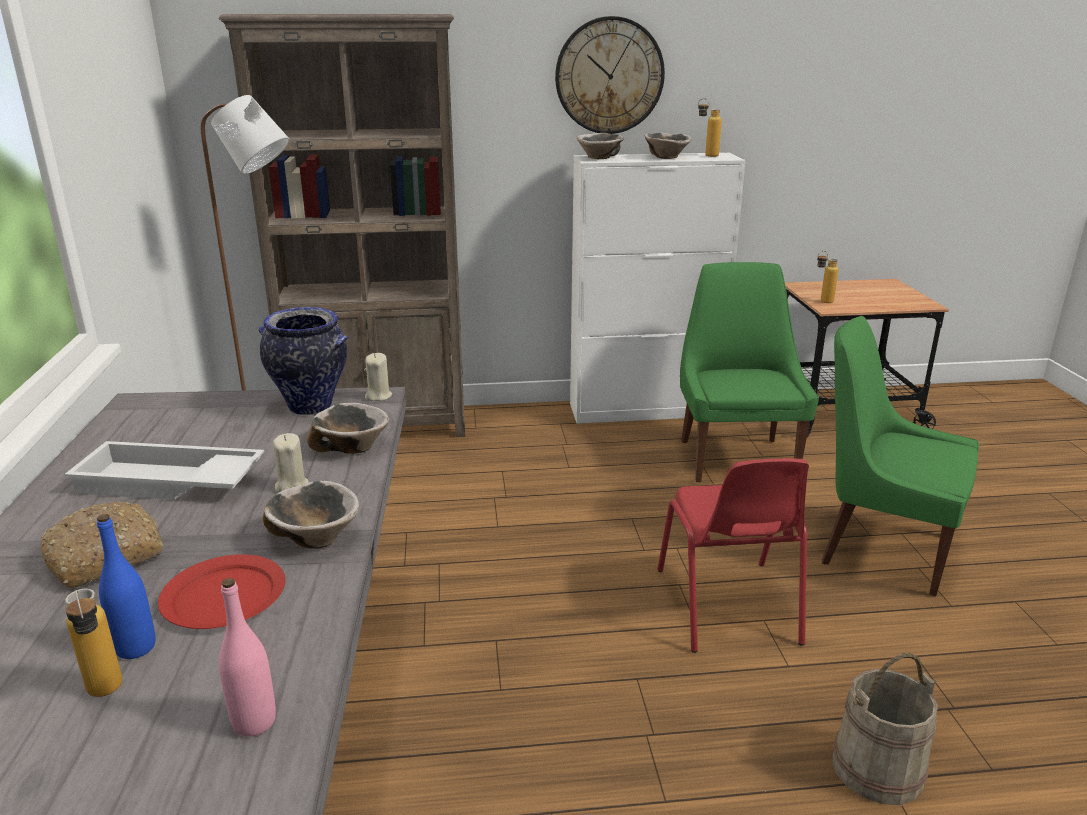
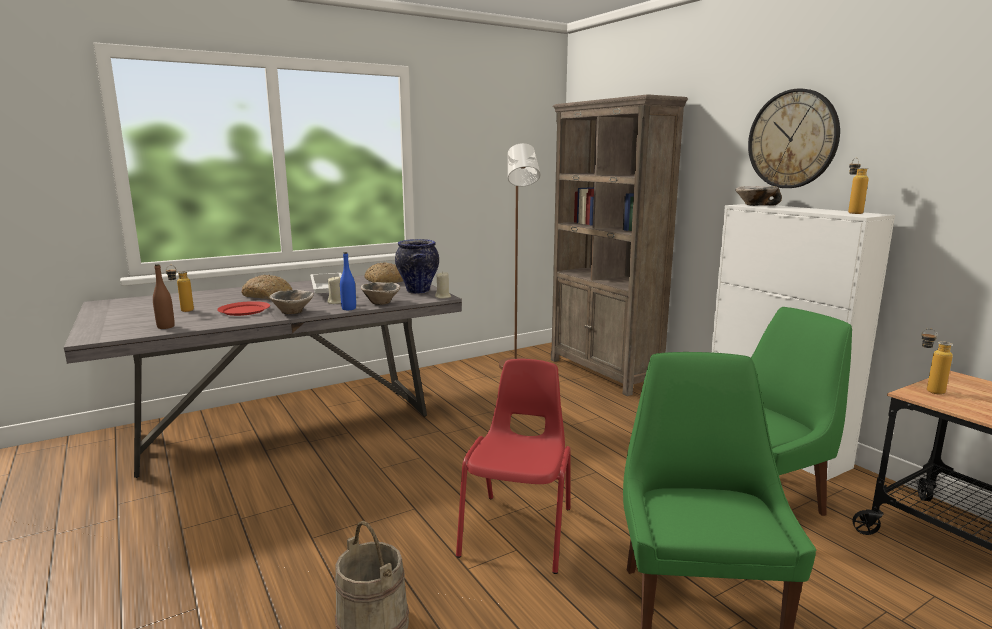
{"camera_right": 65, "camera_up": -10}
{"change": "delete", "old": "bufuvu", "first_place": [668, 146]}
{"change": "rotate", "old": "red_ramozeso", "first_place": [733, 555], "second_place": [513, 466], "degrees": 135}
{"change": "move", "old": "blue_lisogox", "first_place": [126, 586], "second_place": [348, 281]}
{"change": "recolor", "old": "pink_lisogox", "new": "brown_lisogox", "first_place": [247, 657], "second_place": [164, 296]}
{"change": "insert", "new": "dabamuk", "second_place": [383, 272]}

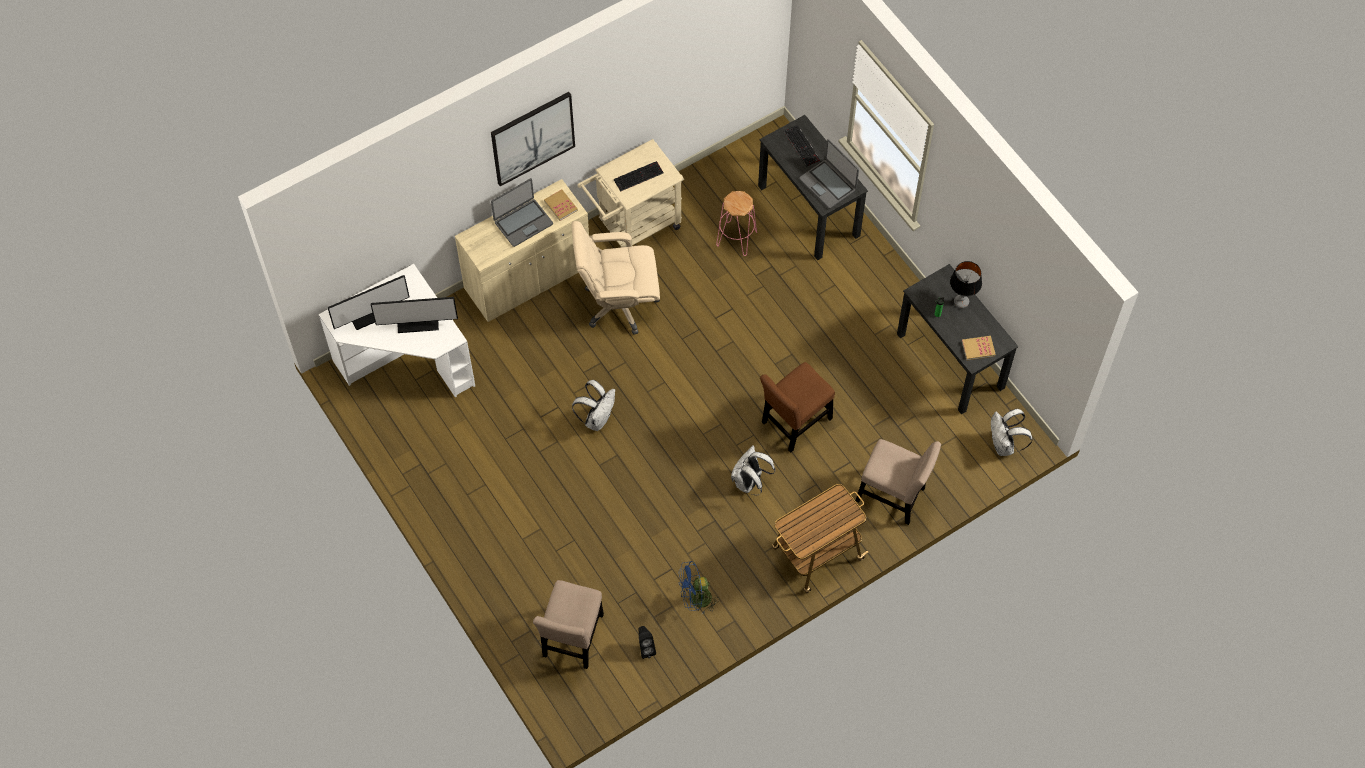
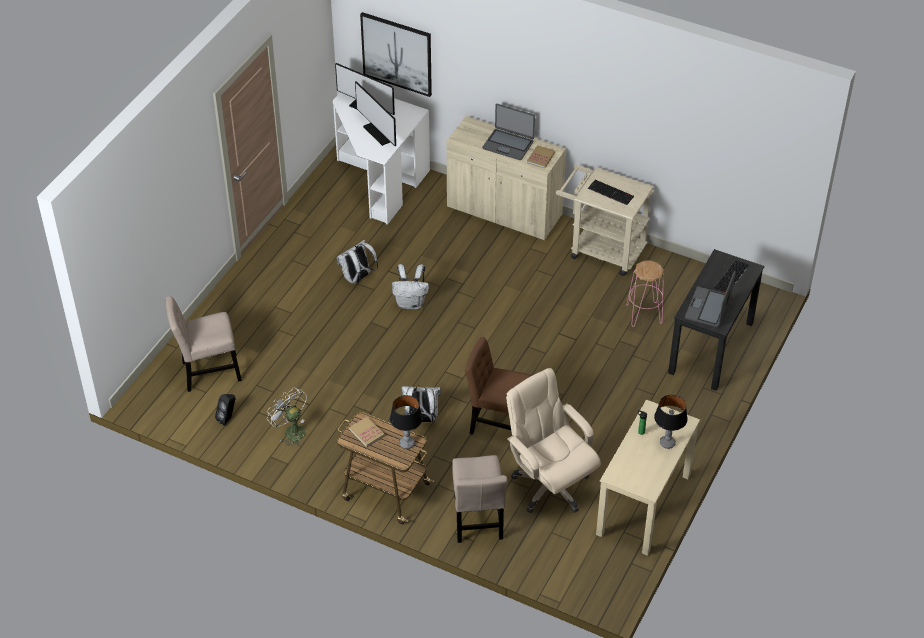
{"camera_right": 60, "camera_up": -15}
{"change": "move", "old": "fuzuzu", "first_place": [533, 139], "second_place": [396, 54]}
{"change": "move", "old": "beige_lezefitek", "first_place": [616, 278], "second_place": [553, 440]}
{"change": "recolor", "old": "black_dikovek", "new": "beige_dikovek", "first_place": [957, 339], "second_place": [648, 478]}
{"change": "move", "old": "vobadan", "first_place": [979, 348], "second_place": [367, 432]}
{"change": "move", "old": "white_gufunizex", "first_place": [1012, 432], "second_place": [357, 262]}
{"change": "recolor", "old": "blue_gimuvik", "new": "white_gimuvik", "first_place": [698, 588], "second_place": [287, 416]}
{"change": "insert", "new": "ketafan", "second_place": [406, 422]}

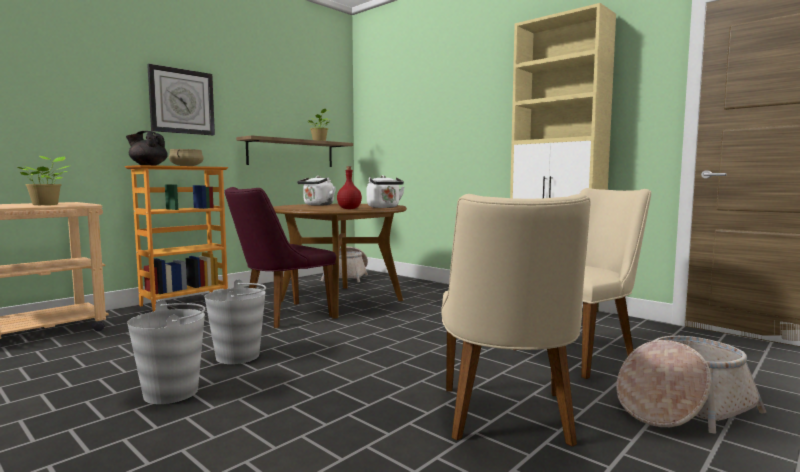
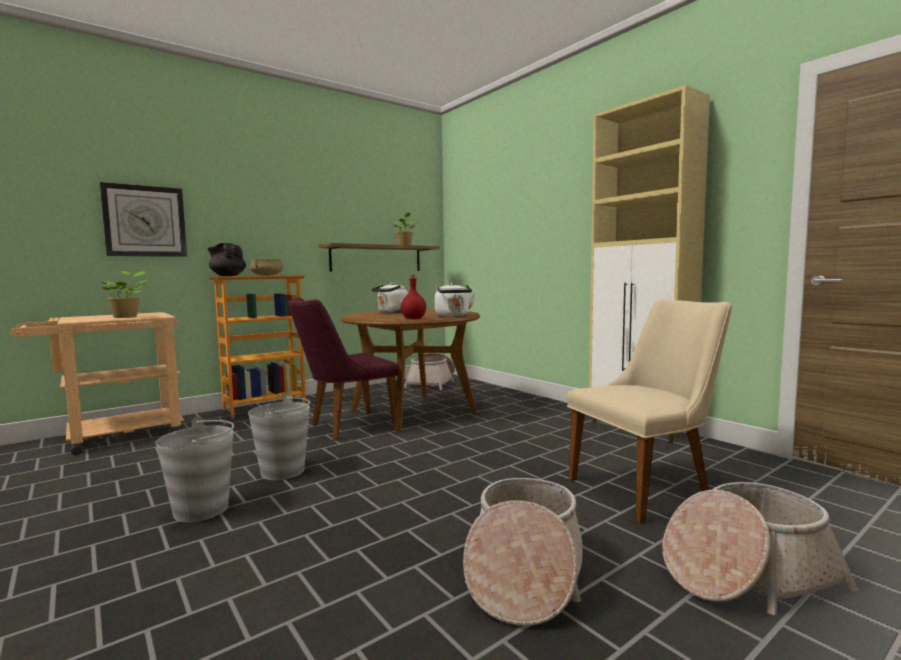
{"camera_right": 10, "camera_up": 0}
{"change": "move", "old": "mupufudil", "first_place": [181, 99], "second_place": [143, 219]}
{"change": "replace", "old": "beige_ramozeso", "new": "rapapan", "first_place": [515, 320], "second_place": [523, 552]}

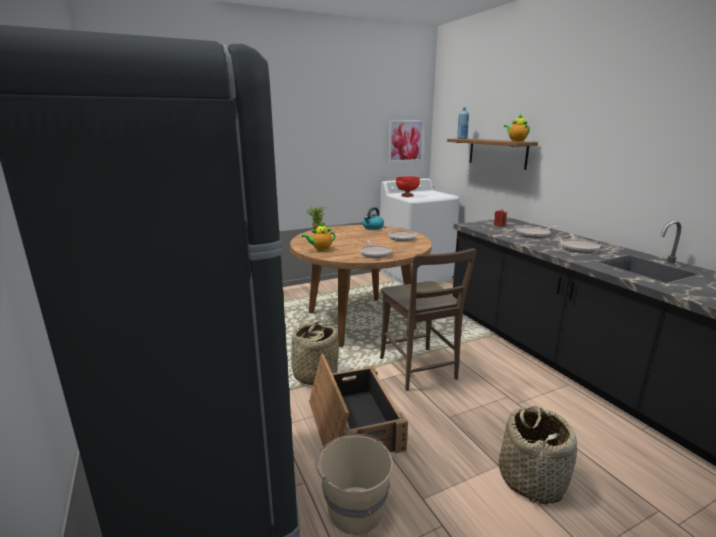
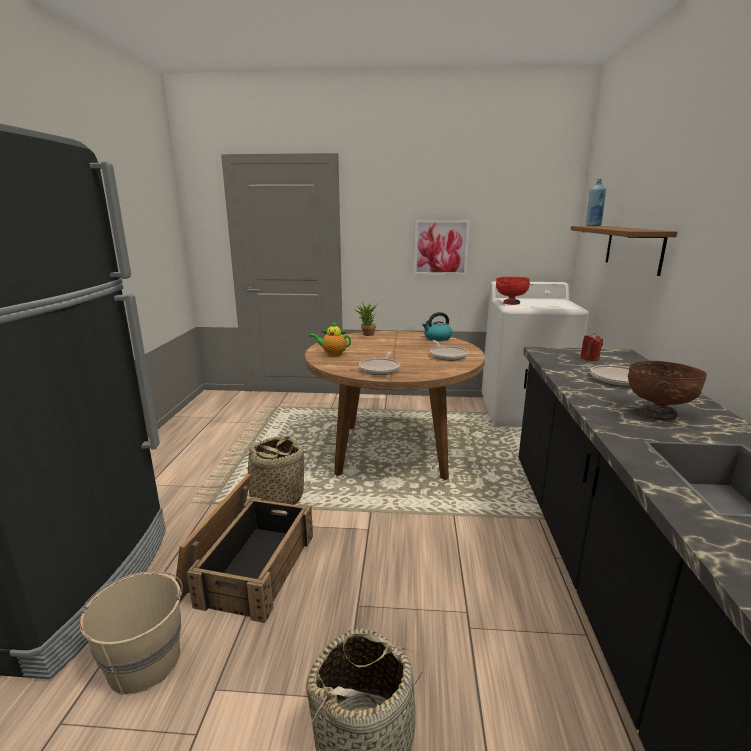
{"camera_right": 30, "camera_up": 0}
{"change": "delete", "old": "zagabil", "first_place": [517, 128]}
{"change": "move", "old": "fuzuzu", "first_place": [406, 141], "second_place": [442, 247]}
{"change": "replace", "old": "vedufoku", "new": "brown_bufuvu", "first_place": [580, 243], "second_place": [667, 391]}
{"change": "delete", "old": "brown_ramozeso", "first_place": [428, 319]}

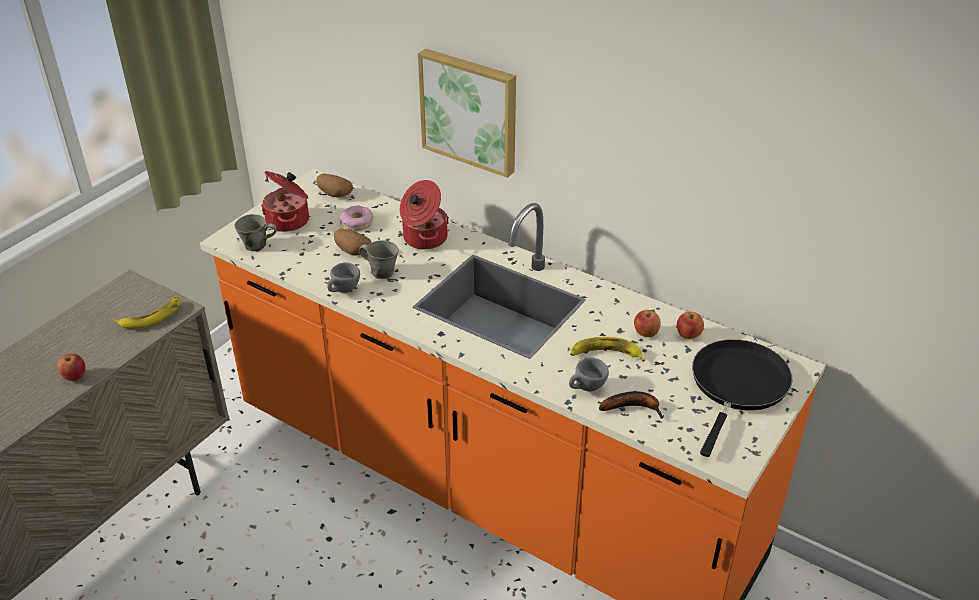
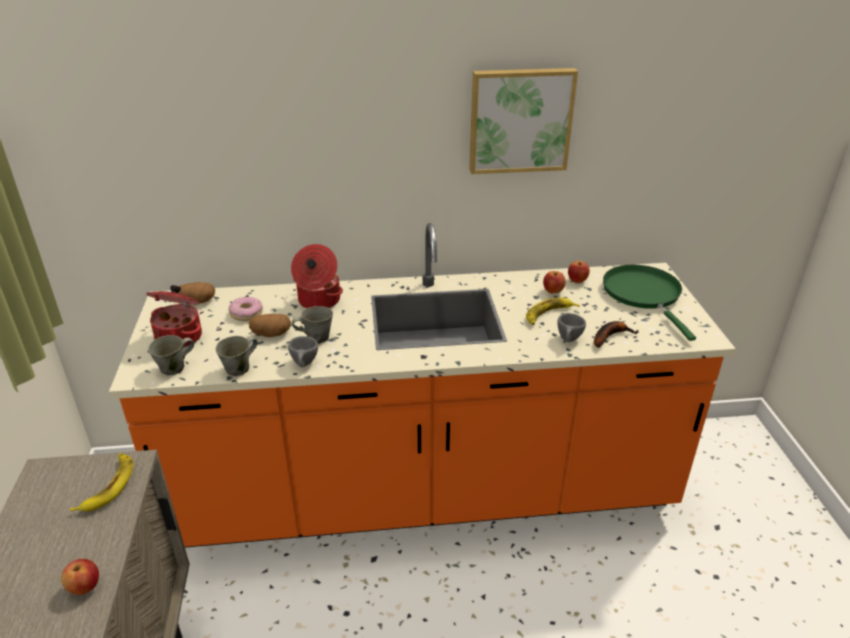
{"camera_right": -40, "camera_up": -5}
{"change": "move", "old": "fuzuzu", "first_place": [467, 113], "second_place": [523, 121]}
{"change": "recolor", "old": "black_vedufoku", "new": "green_vedufoku", "first_place": [742, 398], "second_place": [649, 303]}
{"change": "insert", "new": "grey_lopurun", "second_place": [237, 356]}

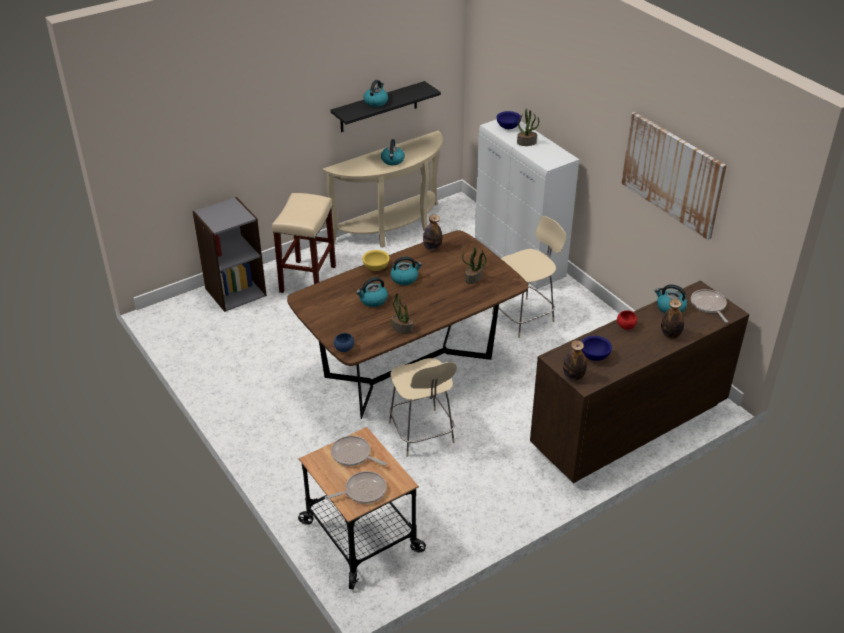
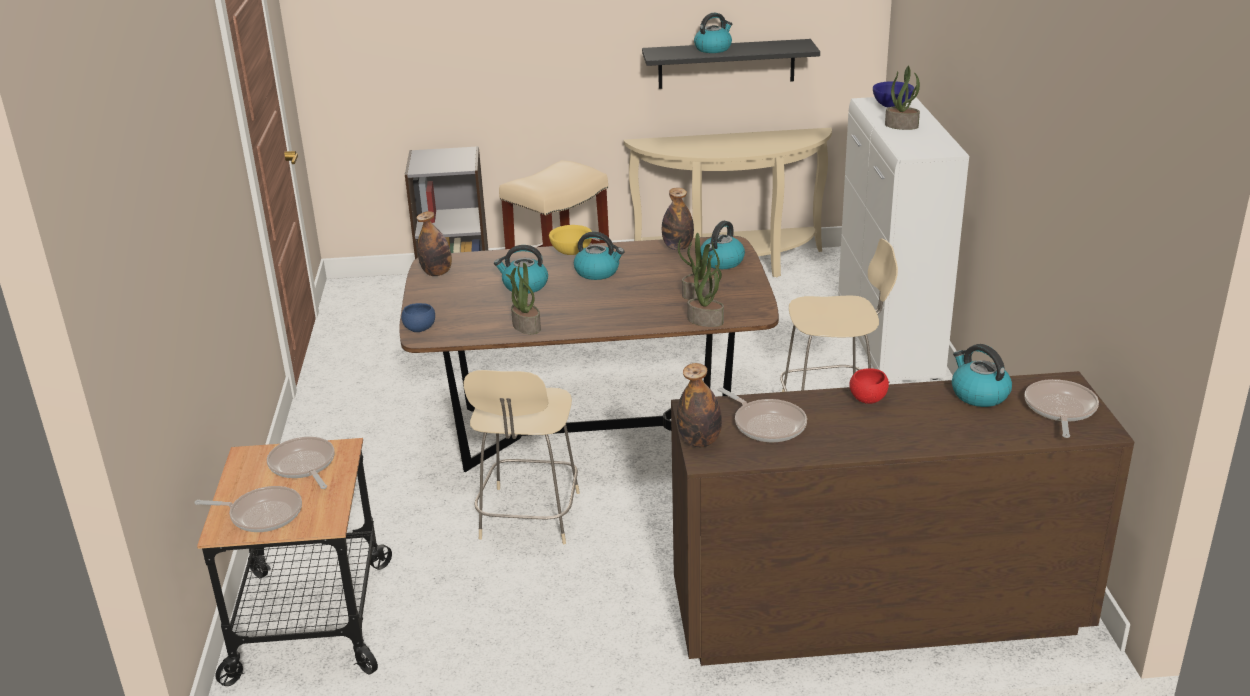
{"camera_right": 30, "camera_up": -10}
{"change": "delete", "old": "fuzuzu", "first_place": [674, 176]}
{"change": "move", "old": "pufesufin", "first_place": [393, 152], "second_place": [722, 245]}
{"change": "move", "old": "lisogox", "first_place": [672, 319], "second_place": [434, 243]}
{"change": "replace", "old": "blue_bufuvu", "new": "vedufoku", "first_place": [597, 348], "second_place": [762, 414]}
{"change": "insert", "new": "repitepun", "second_place": [705, 291]}

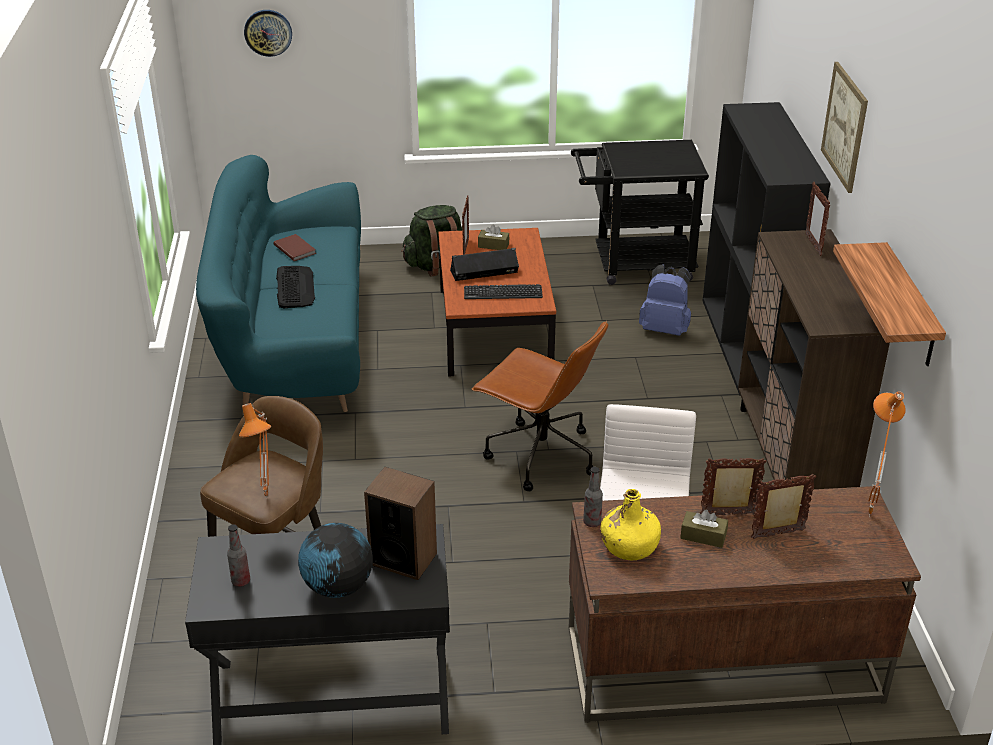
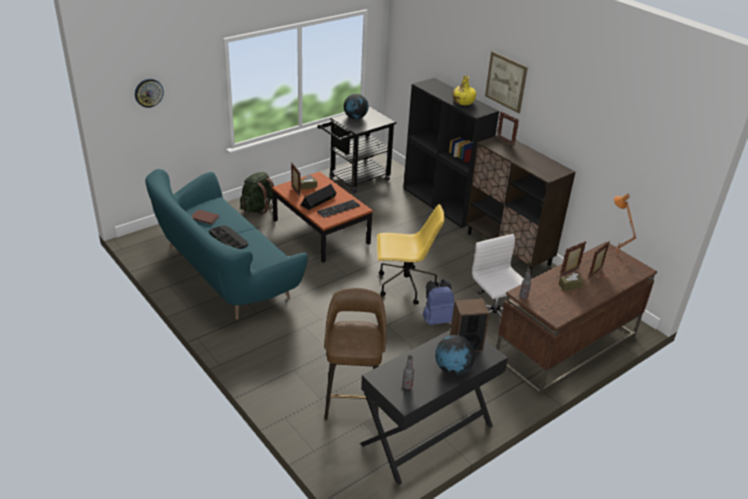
{"camera_right": -35, "camera_up": 0}
{"change": "delete", "old": "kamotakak", "first_place": [889, 304]}
{"change": "move", "old": "blue_gufunizex", "first_place": [665, 300], "second_place": [438, 302]}
{"change": "recolor", "old": "brown_lezefitek", "new": "yellow_lezefitek", "first_place": [540, 406], "second_place": [411, 254]}
{"change": "delete", "old": "orange_ketafan", "first_place": [255, 451]}
{"change": "move", "old": "yellow_lisogox", "first_place": [630, 524], "second_place": [464, 90]}
{"change": "insert", "new": "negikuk", "second_place": [356, 106]}

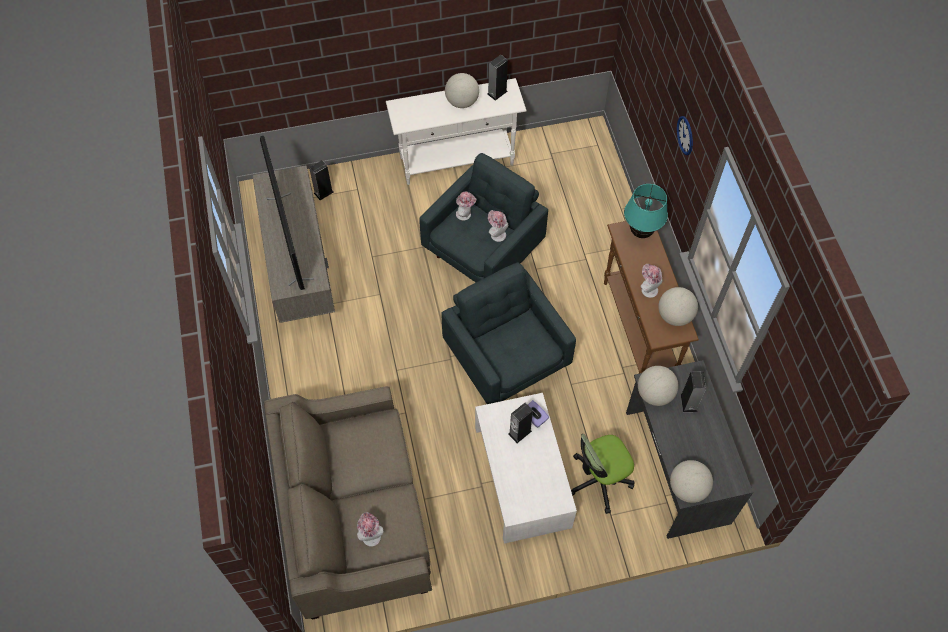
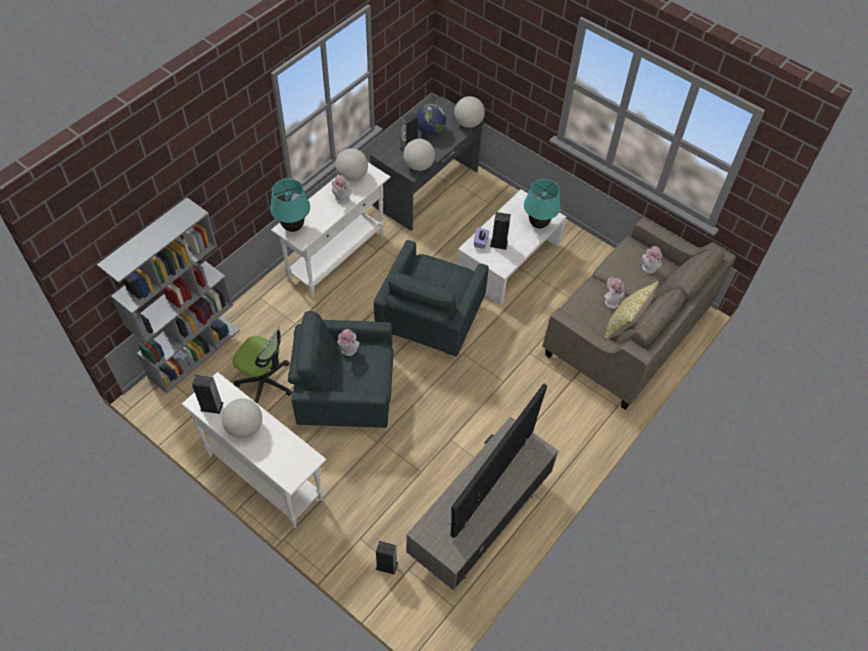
{"camera_right": -130, "camera_up": -5}
{"change": "delete", "old": "mupufudil", "first_place": [685, 135]}
{"change": "move", "old": "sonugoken", "first_place": [466, 206], "second_place": [614, 292]}
{"change": "recolor", "old": "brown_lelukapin", "new": "white_lelukapin", "first_place": [651, 297], "second_place": [331, 229]}
{"change": "move", "old": "lezefitek", "first_place": [602, 474], "second_place": [262, 366]}
{"change": "insert", "new": "negikuk", "second_place": [431, 119]}
{"change": "insert", "new": "turquoise_ketafan", "second_place": [542, 203]}
{"change": "insert", "new": "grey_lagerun", "second_place": [168, 295]}
{"change": "insert", "new": "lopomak", "second_place": [631, 310]}

